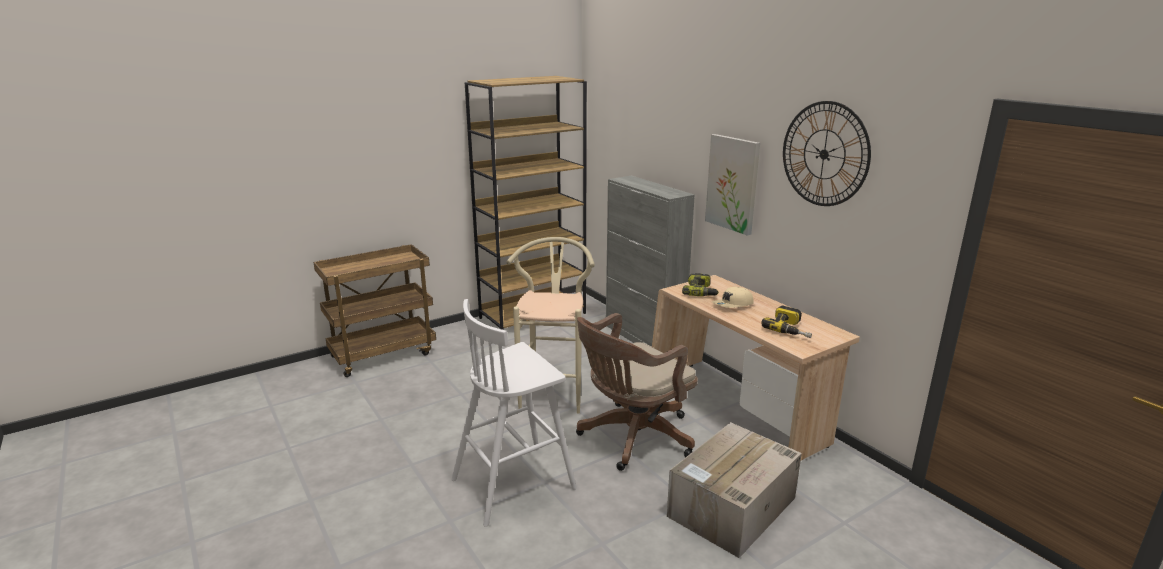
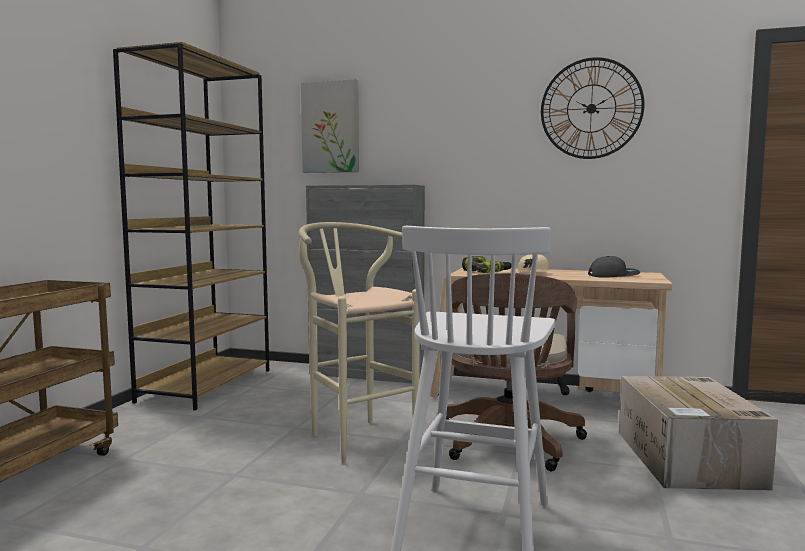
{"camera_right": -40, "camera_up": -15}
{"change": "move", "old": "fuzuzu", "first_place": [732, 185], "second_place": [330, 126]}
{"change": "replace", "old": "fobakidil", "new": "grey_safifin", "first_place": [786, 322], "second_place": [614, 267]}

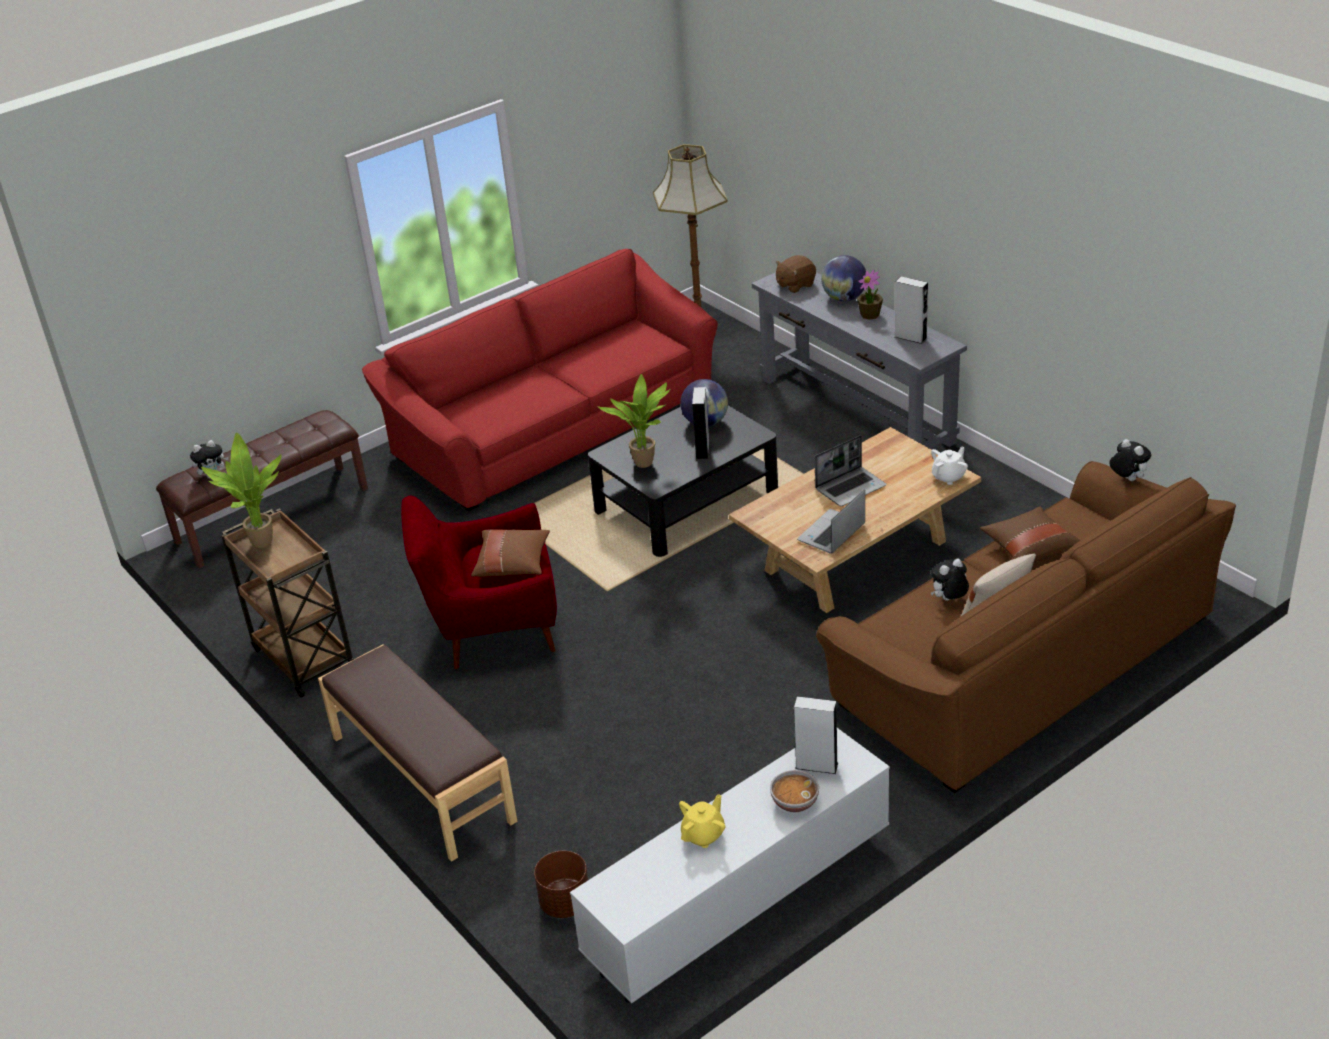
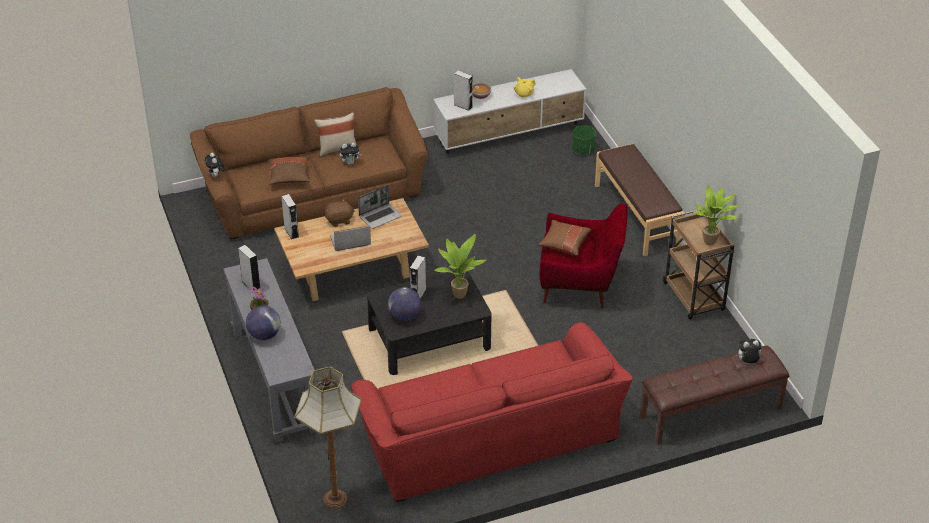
{"camera_right": -165, "camera_up": 5}
{"change": "move", "old": "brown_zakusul", "first_place": [796, 274], "second_place": [340, 213]}
{"change": "replace", "old": "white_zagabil", "new": "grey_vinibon", "first_place": [949, 465], "second_place": [290, 216]}
{"change": "recolor", "old": "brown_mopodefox", "new": "green_mopodefox", "first_place": [561, 884], "second_place": [584, 139]}

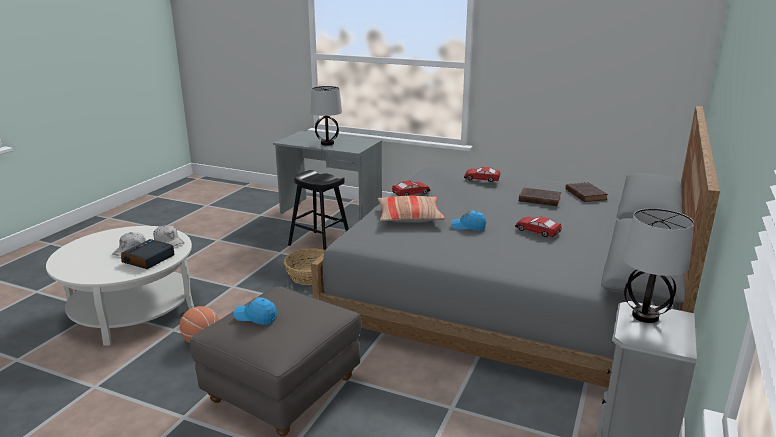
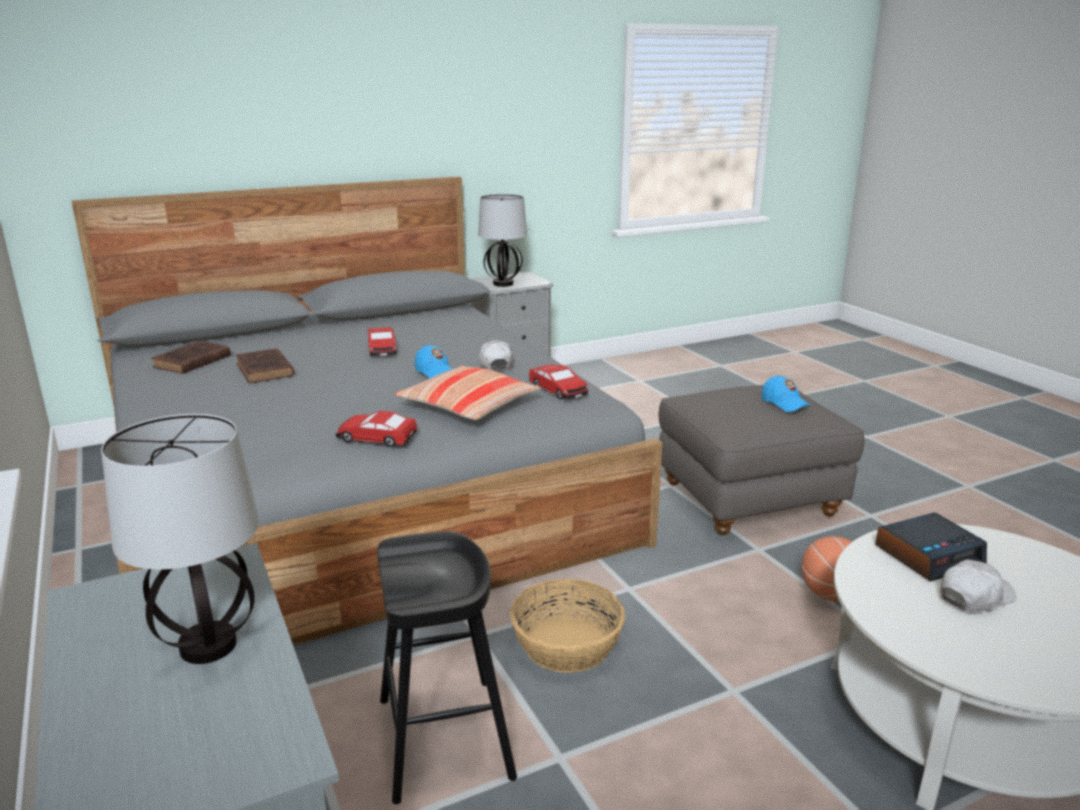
{"camera_right": -140, "camera_up": 0}
{"change": "move", "old": "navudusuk", "first_place": [482, 174], "second_place": [558, 382]}
{"change": "move", "old": "white_safifin", "first_place": [168, 236], "second_place": [496, 355]}

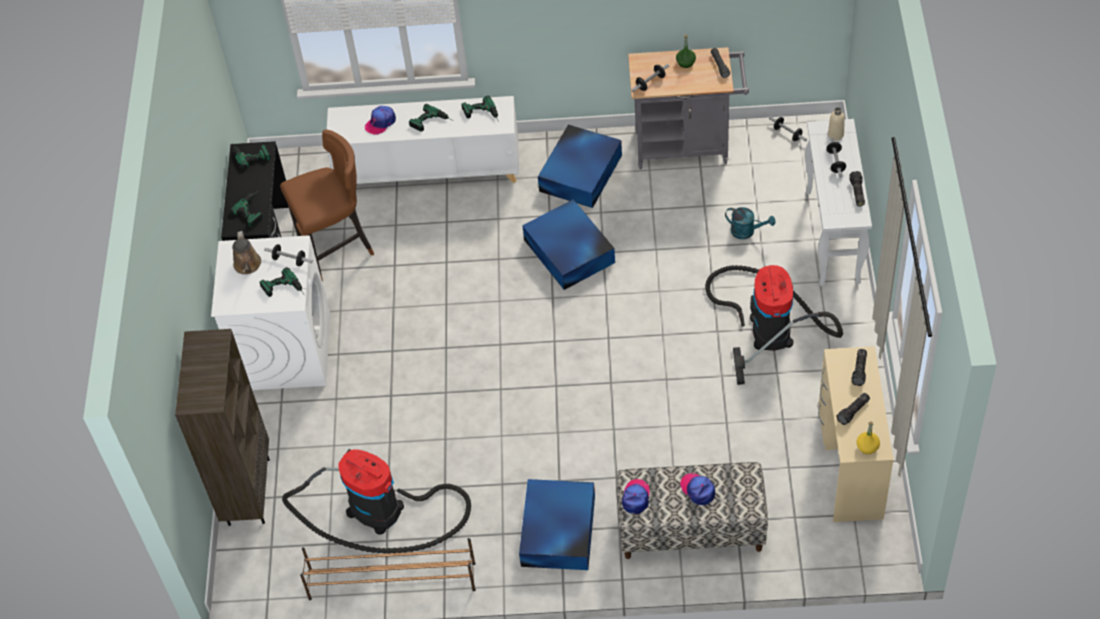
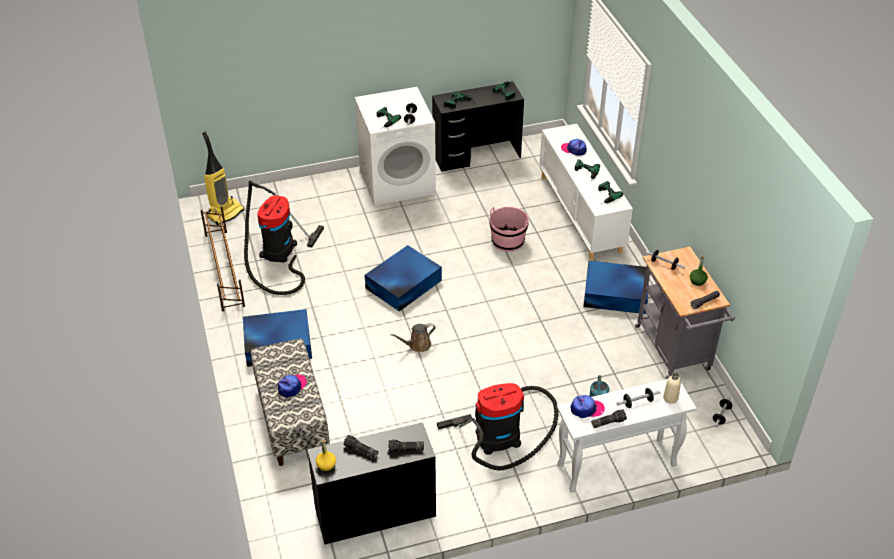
{"camera_right": 70, "camera_up": -10}
{"change": "delete", "old": "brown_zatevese", "first_place": [327, 205]}
{"change": "move", "old": "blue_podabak", "first_place": [568, 244], "second_place": [403, 278]}
{"change": "move", "old": "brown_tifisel", "first_place": [246, 252], "second_place": [412, 337]}
{"change": "delete", "old": "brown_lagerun", "first_place": [222, 427]}
{"change": "recolor", "old": "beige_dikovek", "new": "black_dikovek", "first_place": [855, 434], "second_place": [371, 483]}
{"change": "move", "old": "safifin", "first_place": [636, 496], "second_place": [588, 406]}
{"change": "insert", "new": "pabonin", "second_place": [223, 178]}
{"change": "insert", "new": "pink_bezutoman", "second_place": [509, 229]}

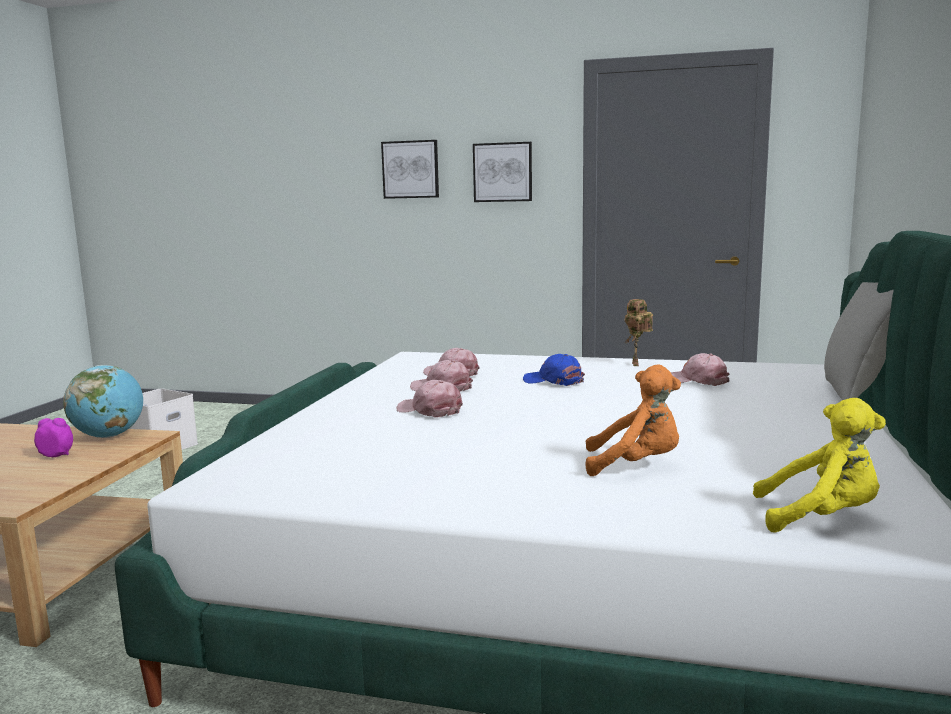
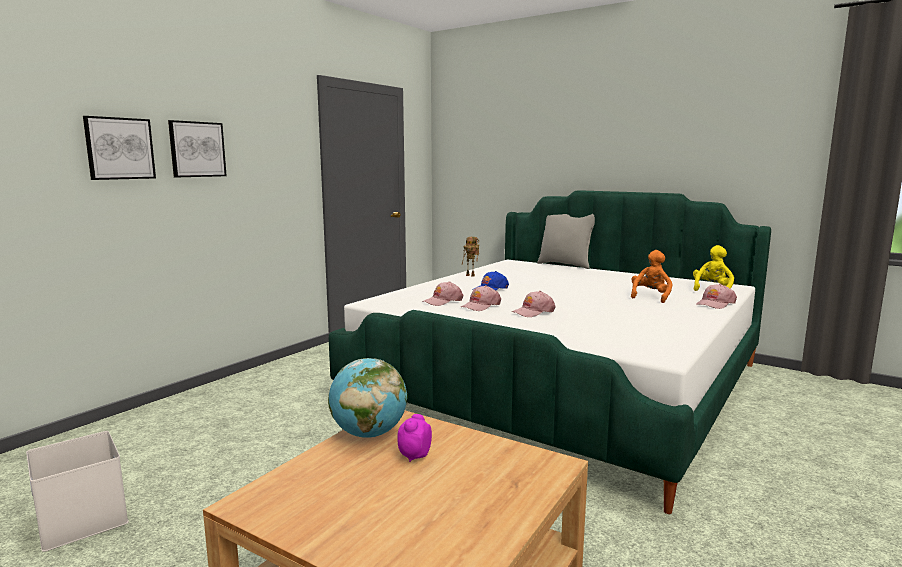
{"camera_right": -70, "camera_up": 0}
{"change": "move", "old": "fuzuzu", "first_place": [502, 172], "second_place": [119, 148]}
{"change": "move", "old": "pink_safifin", "first_place": [700, 369], "second_place": [716, 296]}

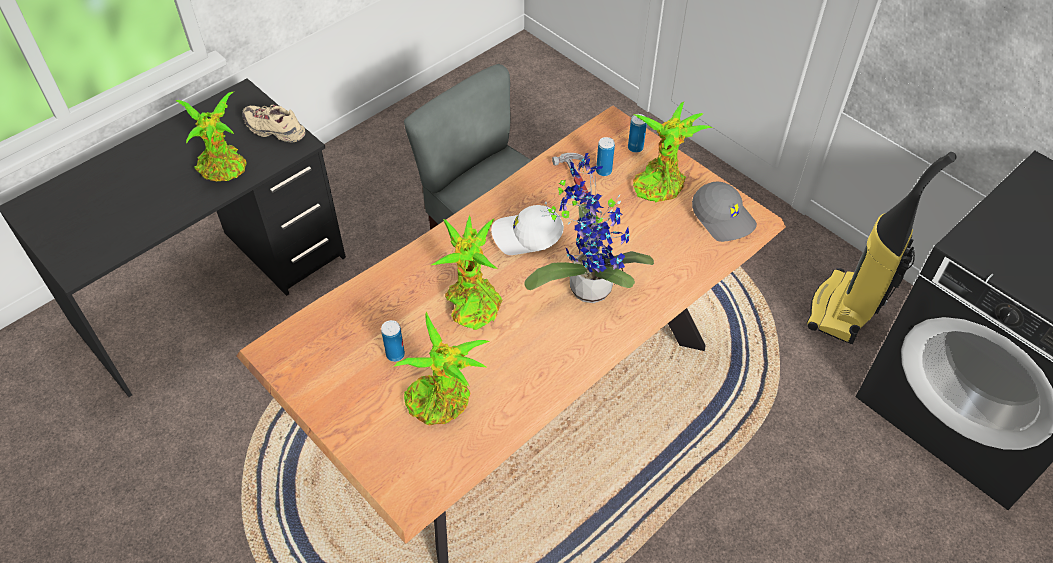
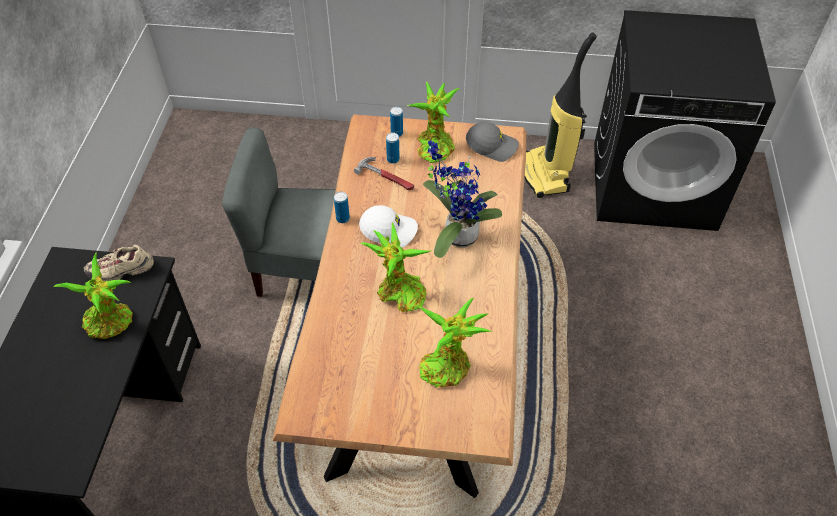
{"camera_right": -40, "camera_up": 0}
{"change": "rotate", "old": "white_safifin", "first_place": [527, 230], "second_place": [388, 226], "degrees": -135}
{"change": "move", "old": "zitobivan", "first_place": [393, 341], "second_place": [342, 207]}

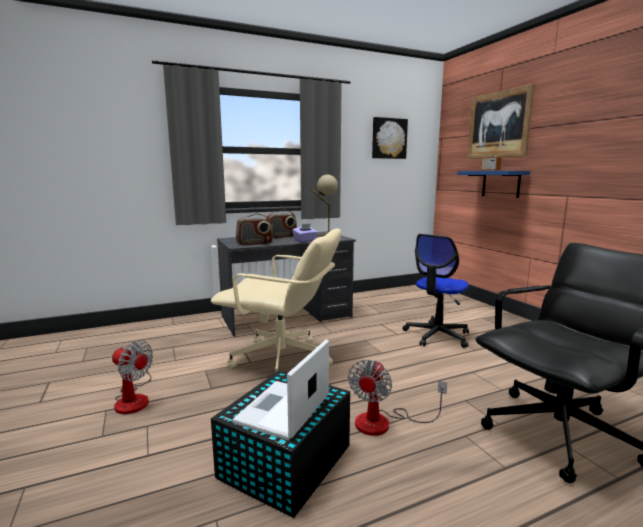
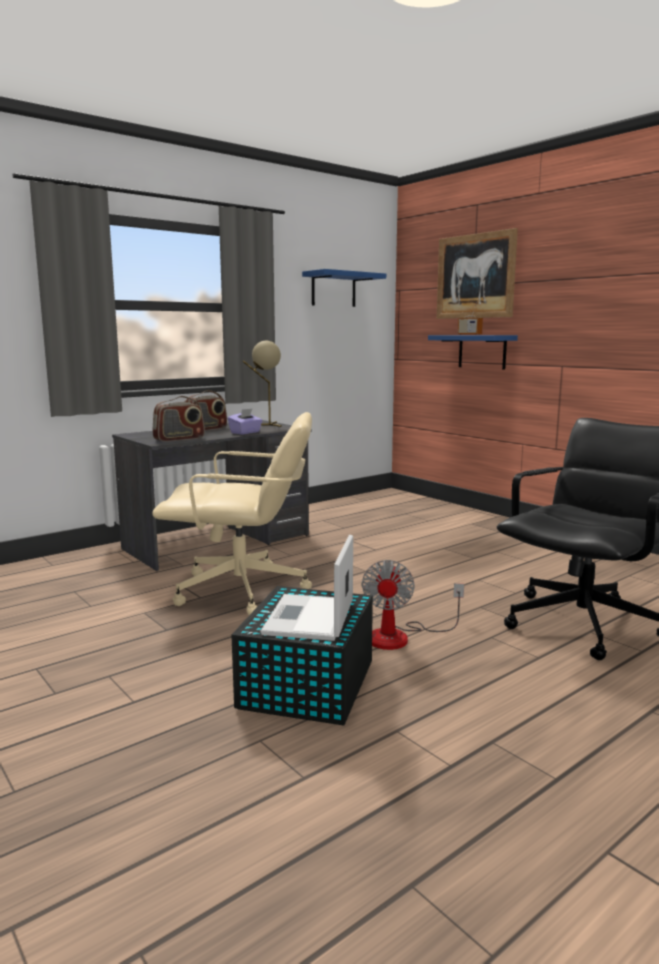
{"camera_right": -15, "camera_up": 0}
{"change": "replace", "old": "fuzuzu", "new": "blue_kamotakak", "first_place": [390, 138], "second_place": [344, 288]}
{"change": "delete", "old": "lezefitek", "first_place": [436, 291]}
{"change": "delete", "old": "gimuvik", "first_place": [132, 377]}

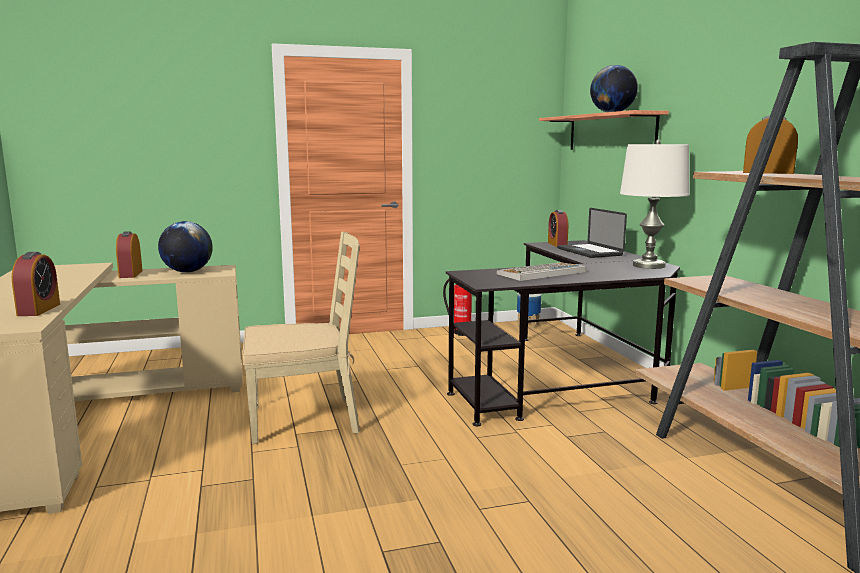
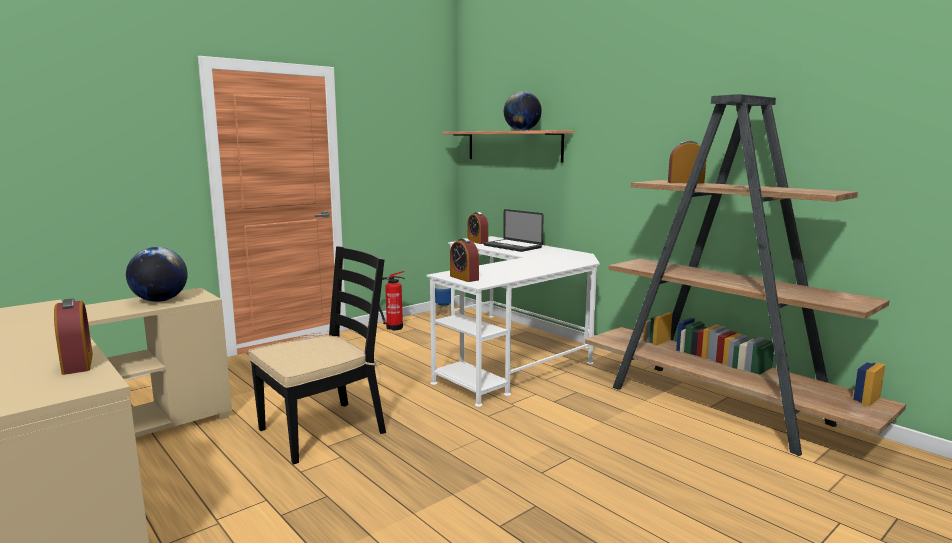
{"camera_right": -25, "camera_up": 0}
{"change": "delete", "old": "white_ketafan", "first_place": [655, 204]}
{"change": "move", "old": "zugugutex", "first_place": [129, 254], "second_place": [464, 260]}
{"change": "recolor", "old": "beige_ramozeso", "new": "black_ramozeso", "first_place": [301, 337], "second_place": [317, 355]}
{"change": "recolor", "old": "black_dikovek", "new": "white_dikovek", "first_place": [563, 333], "second_place": [513, 321]}
{"change": "delete", "old": "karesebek", "first_place": [541, 271]}

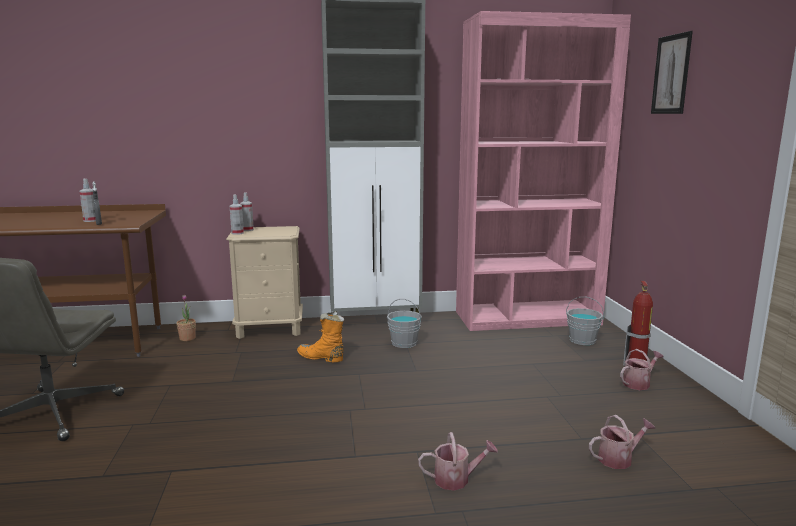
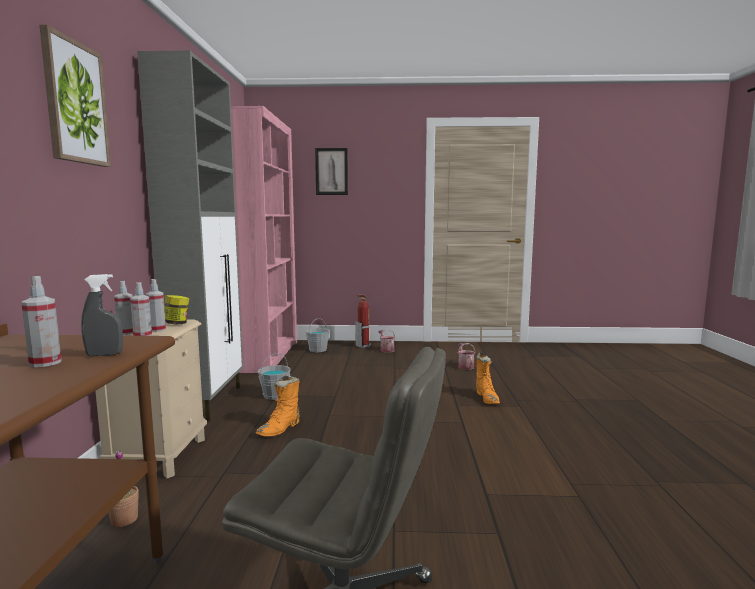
{"camera_right": -80, "camera_up": -5}
{"change": "replace", "old": "tifisel", "new": "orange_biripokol", "first_place": [458, 461], "second_place": [488, 378]}
{"change": "insert", "new": "fuzuzu", "second_place": [75, 96]}
{"change": "insert", "new": "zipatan", "second_place": [156, 305]}
{"change": "insert", "new": "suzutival", "second_place": [176, 309]}

